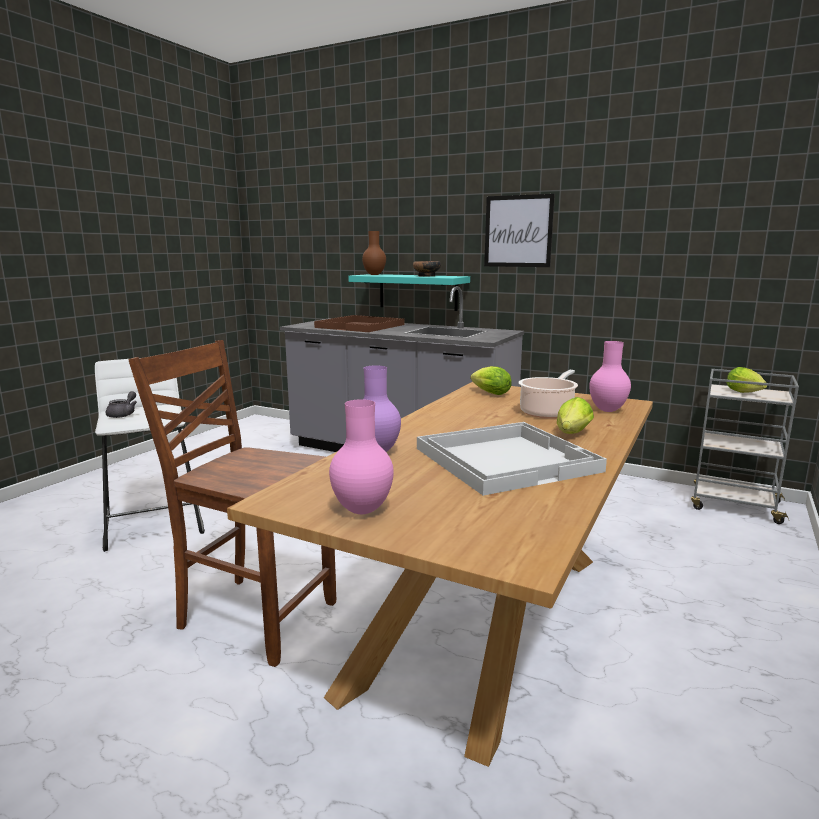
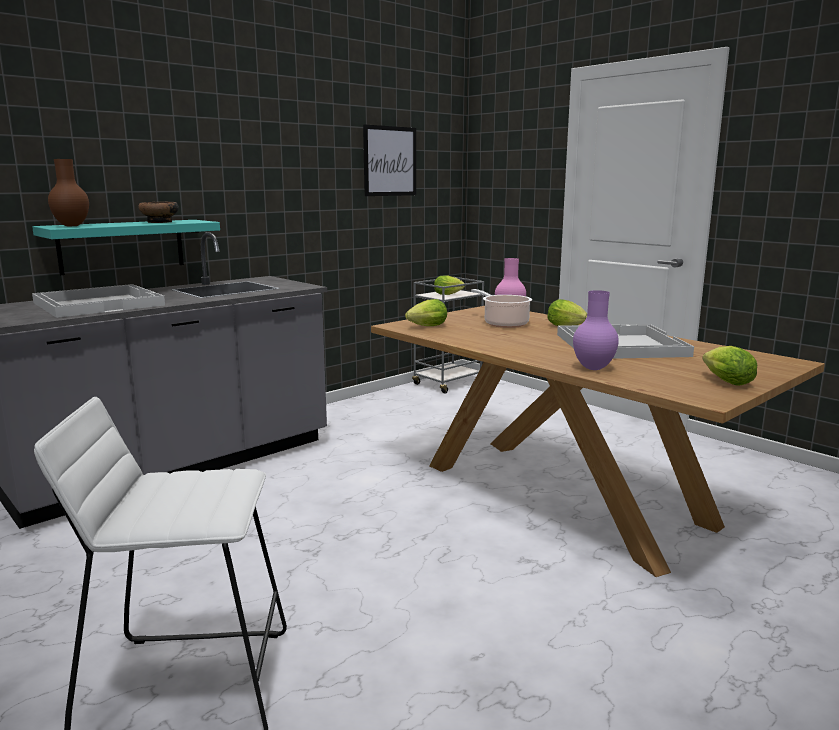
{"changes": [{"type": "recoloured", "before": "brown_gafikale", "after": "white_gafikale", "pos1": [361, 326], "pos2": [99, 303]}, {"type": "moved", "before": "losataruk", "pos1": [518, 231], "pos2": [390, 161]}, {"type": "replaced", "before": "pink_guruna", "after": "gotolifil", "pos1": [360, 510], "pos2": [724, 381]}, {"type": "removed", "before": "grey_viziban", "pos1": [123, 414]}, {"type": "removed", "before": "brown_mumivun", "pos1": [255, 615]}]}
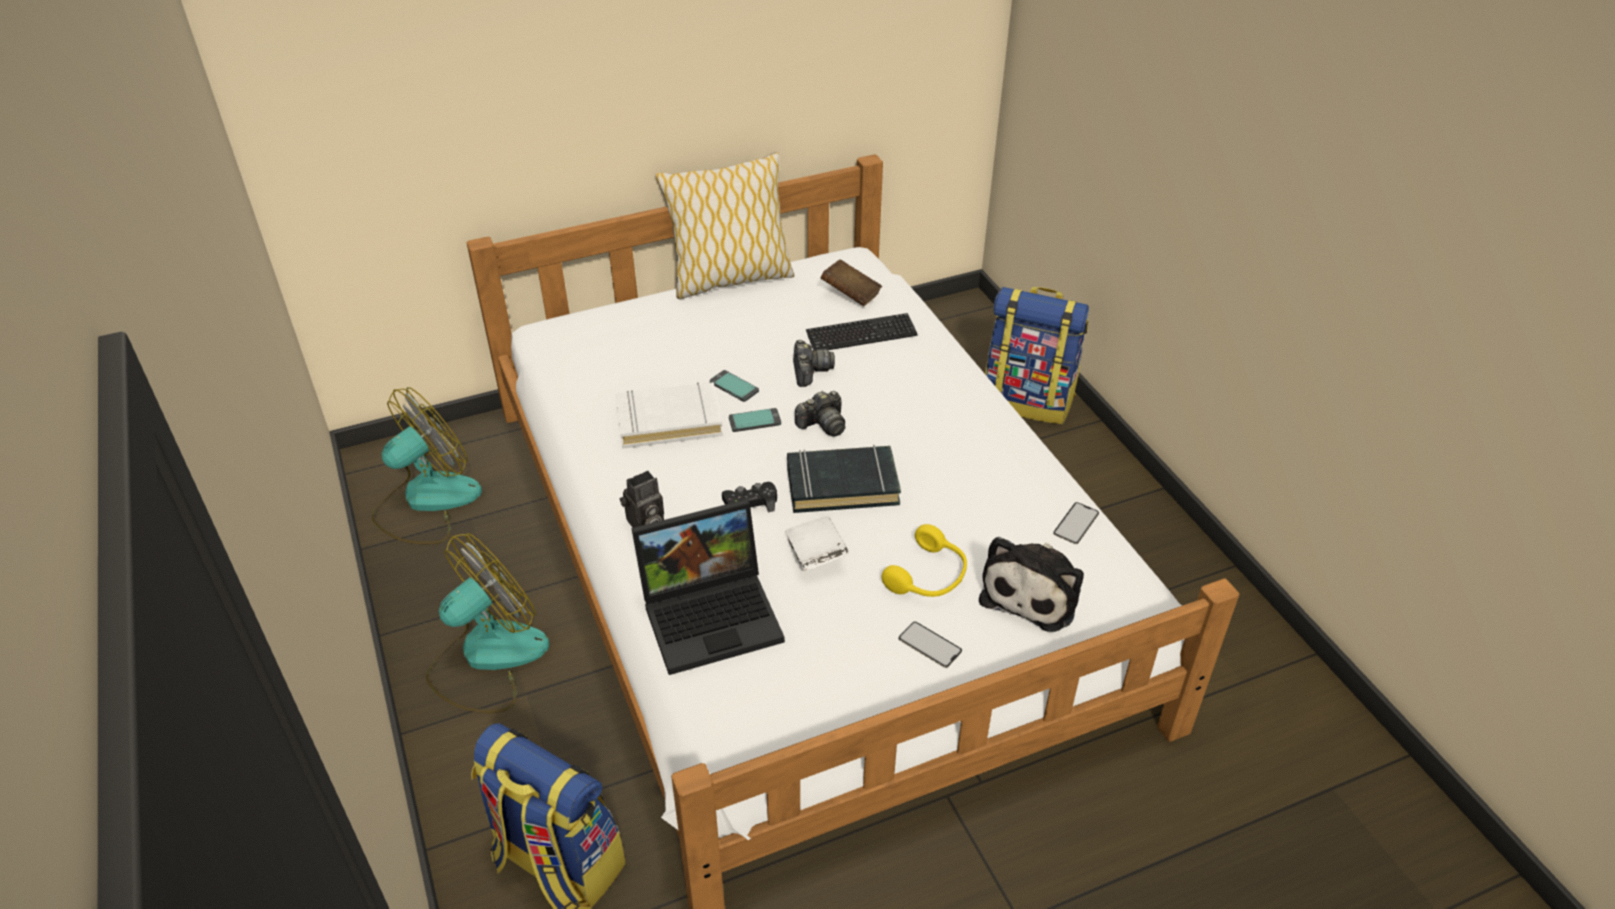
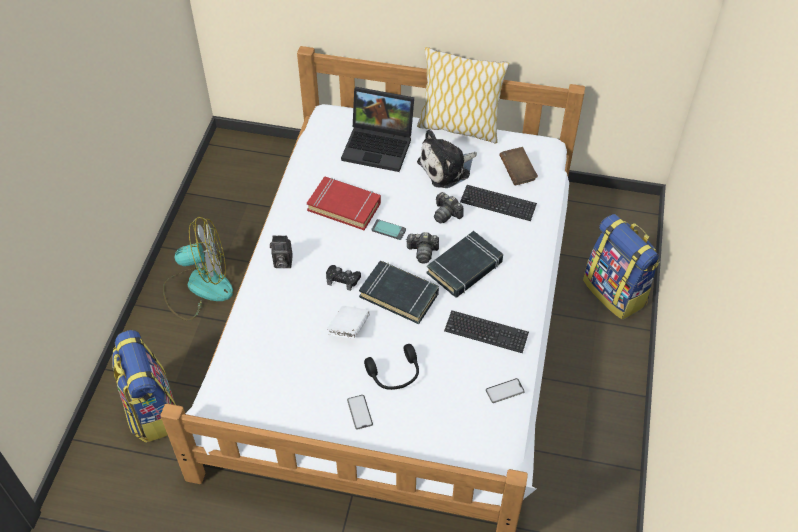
{"changes": [{"type": "recoloured", "before": "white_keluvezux", "after": "red_keluvezux", "pos1": [669, 421], "pos2": [344, 206]}, {"type": "moved", "before": "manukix", "pos1": [713, 613], "pos2": [380, 145]}, {"type": "recoloured", "before": "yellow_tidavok", "after": "black_tidavok", "pos1": [929, 576], "pos2": [395, 374]}, {"type": "moved", "before": "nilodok", "pos1": [1033, 591], "pos2": [447, 168]}, {"type": "added", "after": "black_keluvezux", "pos2": [465, 268]}, {"type": "turned", "before": "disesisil", "pos1": [810, 372], "pos2": [446, 214], "turn": 105}, {"type": "added", "after": "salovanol", "pos2": [486, 332]}, {"type": "removed", "before": "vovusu", "pos1": [426, 502]}, {"type": "removed", "before": "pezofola", "pos1": [734, 387]}]}
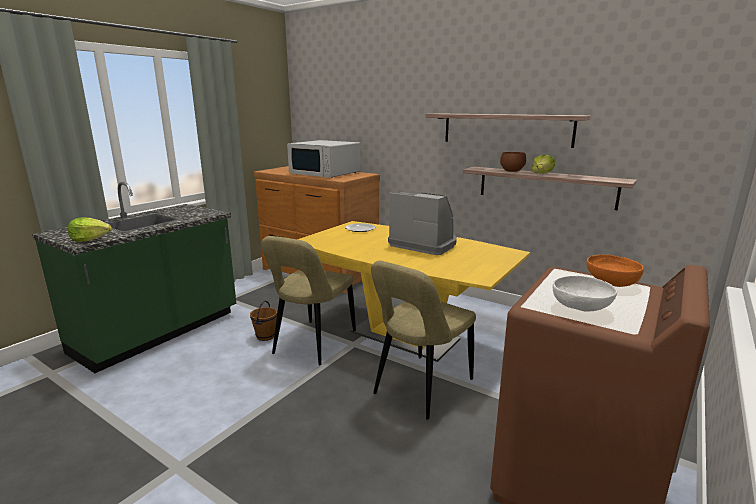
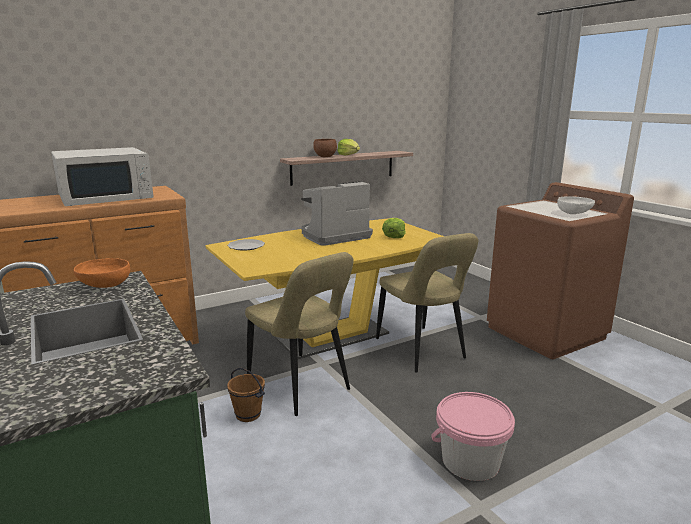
{"changes": [{"type": "moved", "before": "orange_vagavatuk", "pos1": [610, 283], "pos2": [104, 285]}, {"type": "moved", "before": "gotolifil", "pos1": [90, 239], "pos2": [394, 236]}, {"type": "added", "after": "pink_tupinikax", "pos2": [470, 461]}, {"type": "removed", "before": "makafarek", "pos1": [506, 129]}]}
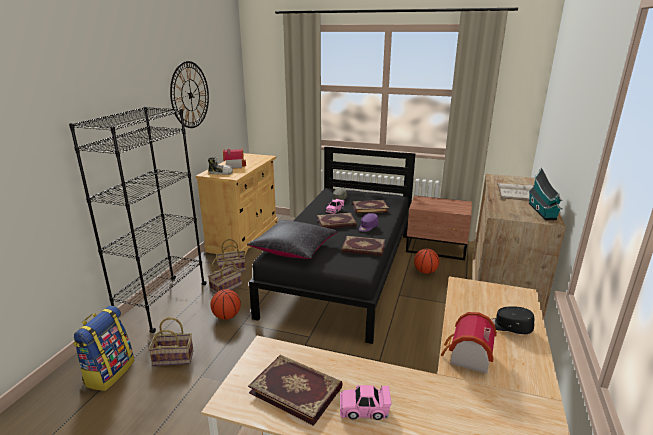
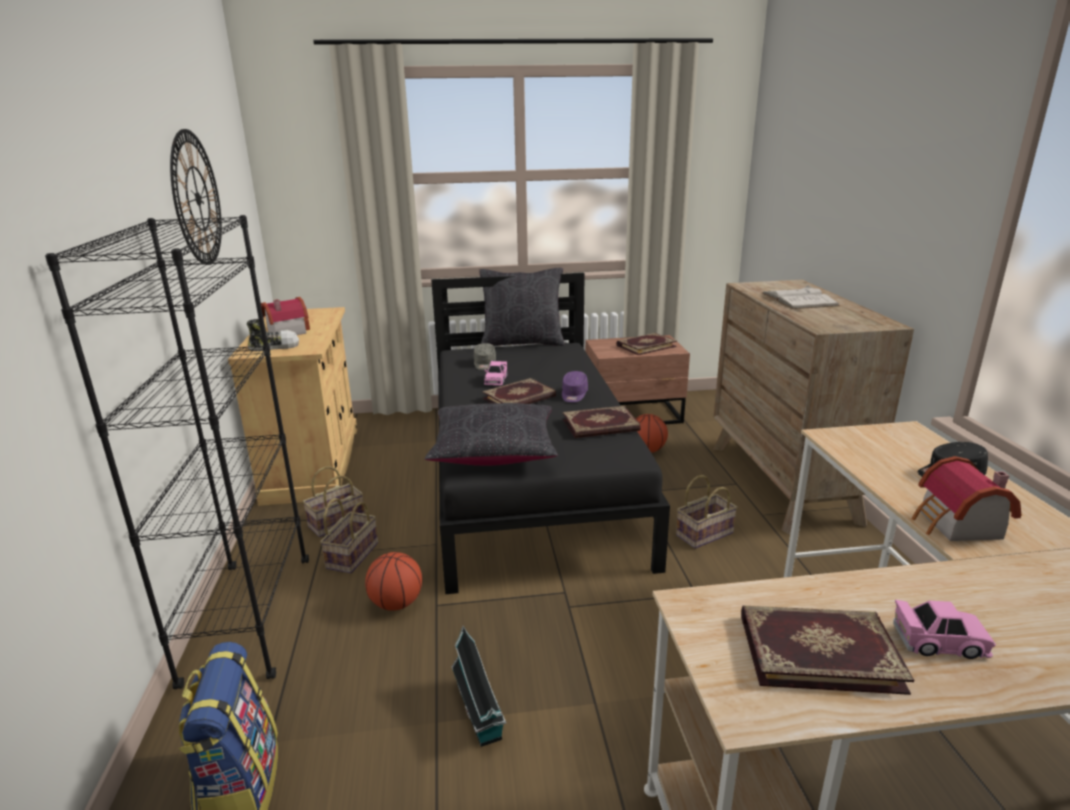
{"changes": [{"type": "moved", "before": "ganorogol", "pos1": [542, 212], "pos2": [479, 714]}, {"type": "added", "after": "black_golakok", "pos2": [522, 342]}, {"type": "moved", "before": "keluvezux", "pos1": [370, 208], "pos2": [645, 346]}, {"type": "moved", "before": "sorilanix", "pos1": [174, 357], "pos2": [704, 533]}, {"type": "turned", "before": "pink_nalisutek", "pos1": [364, 409], "pos2": [939, 642], "turn": -150}]}
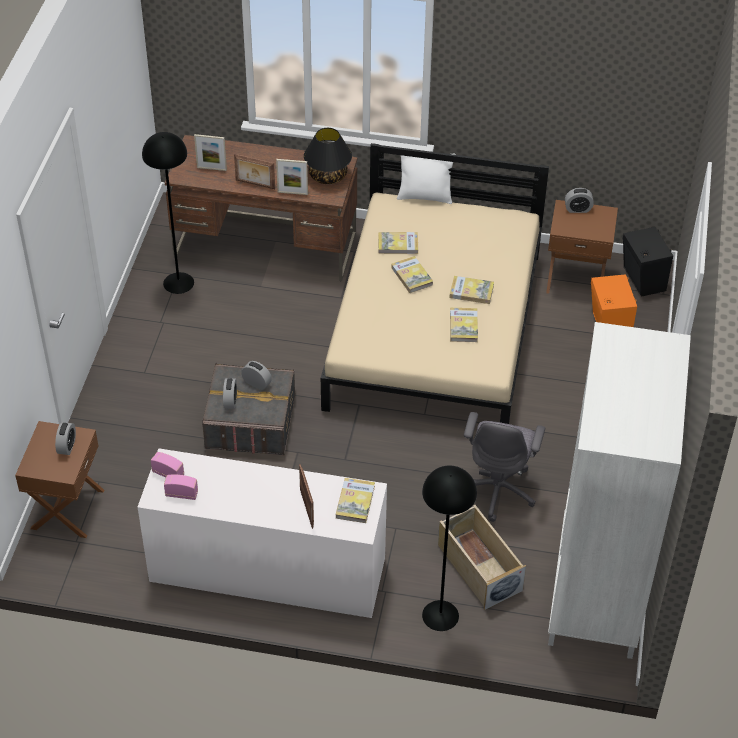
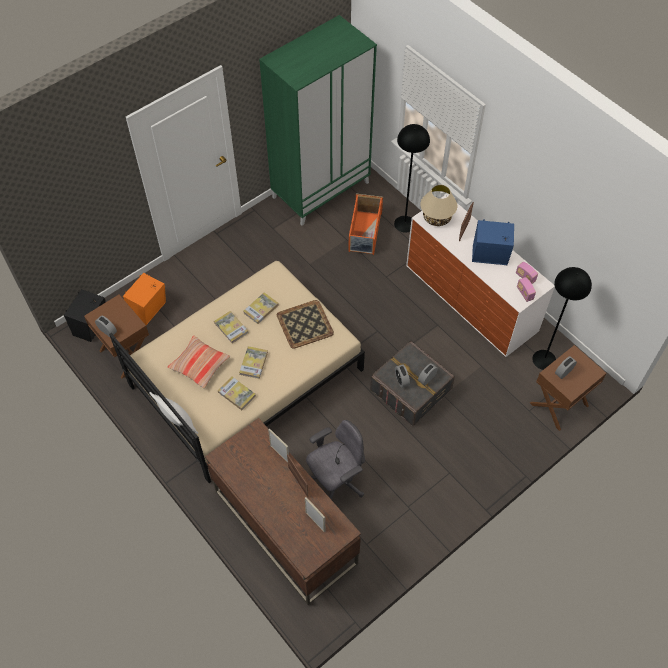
{"changes": [{"type": "added", "after": "golakok", "pos2": [199, 365]}, {"type": "recoloured", "before": "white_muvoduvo", "after": "green_muvoduvo", "pos1": [597, 590], "pos2": [321, 189]}, {"type": "added", "after": "gafikale", "pos2": [304, 325]}, {"type": "moved", "before": "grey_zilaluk", "pos1": [498, 489], "pos2": [336, 481]}, {"type": "recoloured", "before": "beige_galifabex", "after": "orange_galifabex", "pos1": [478, 568], "pos2": [365, 232]}, {"type": "replaced", "before": "keluvezux", "after": "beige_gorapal", "pos1": [355, 502], "pos2": [436, 218]}, {"type": "added", "after": "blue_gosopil", "pos2": [490, 256]}, {"type": "moved", "before": "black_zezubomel", "pos1": [178, 282], "pos2": [544, 360]}, {"type": "removed", "before": "black_gorapal", "pos1": [328, 176]}]}
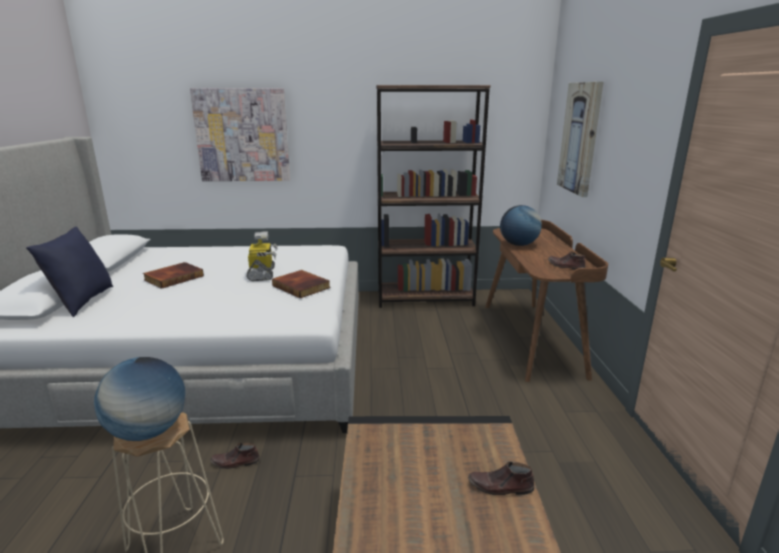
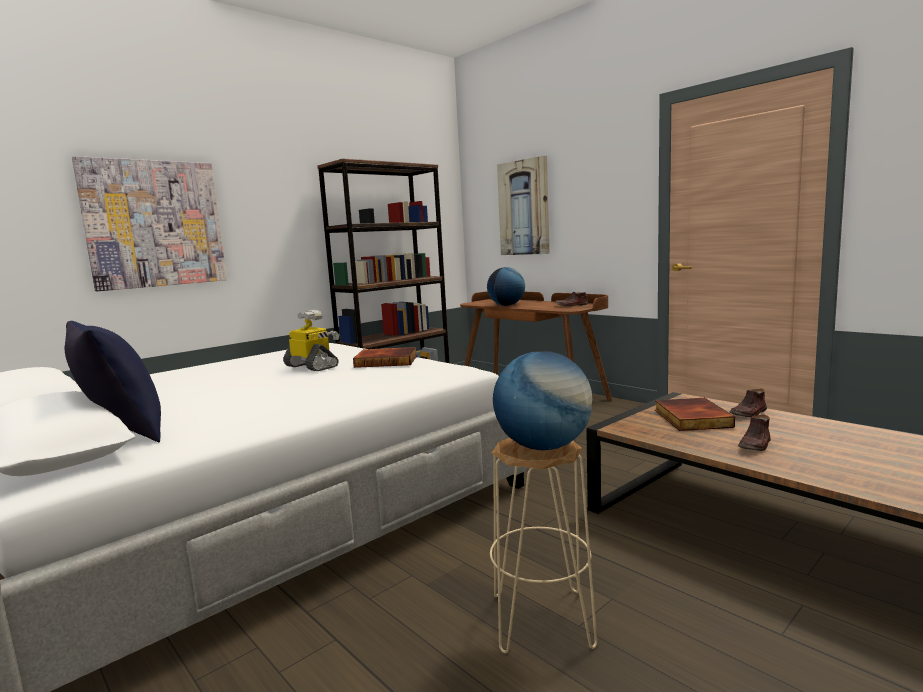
{"changes": [{"type": "moved", "before": "keluvezux", "pos1": [174, 277], "pos2": [690, 418]}, {"type": "moved", "before": "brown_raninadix", "pos1": [235, 462], "pos2": [755, 445]}]}
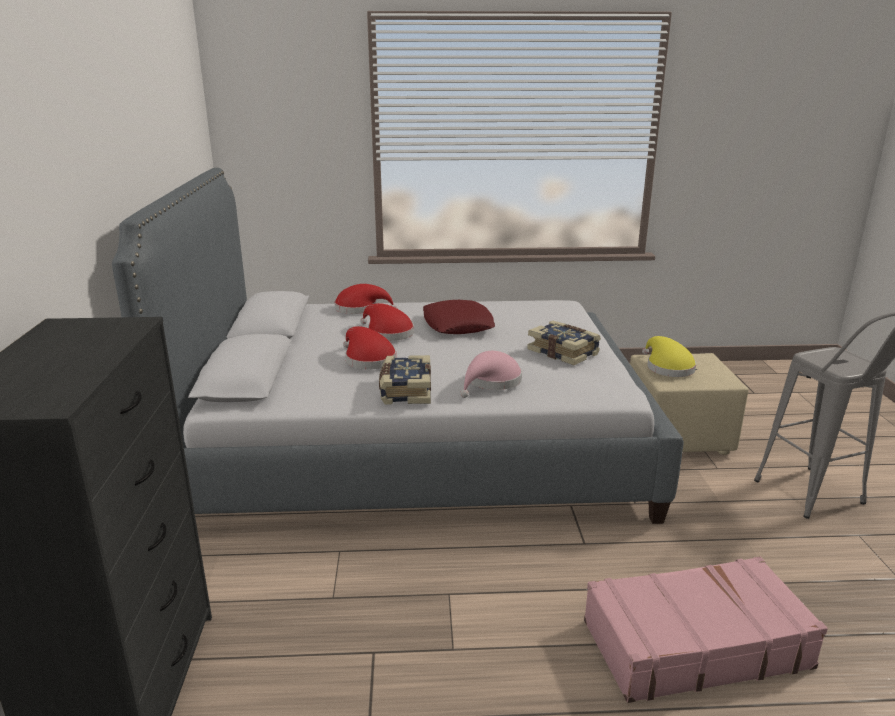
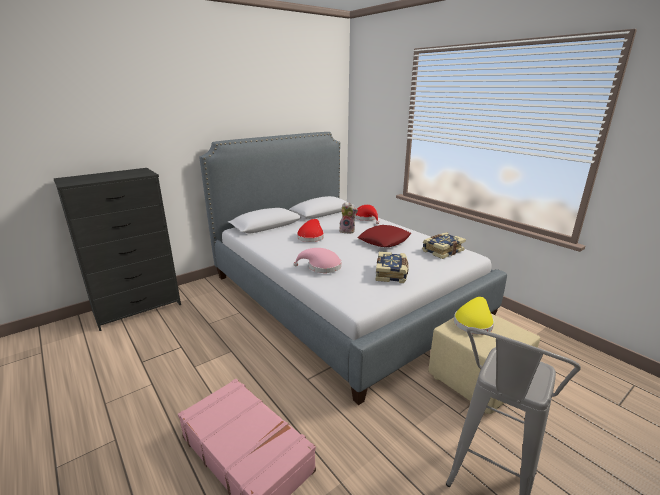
{"changes": [{"type": "replaced", "before": "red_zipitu", "after": "nilodok", "pos1": [387, 333], "pos2": [347, 231]}, {"type": "moved", "before": "keluvezux", "pos1": [405, 391], "pos2": [442, 251]}]}
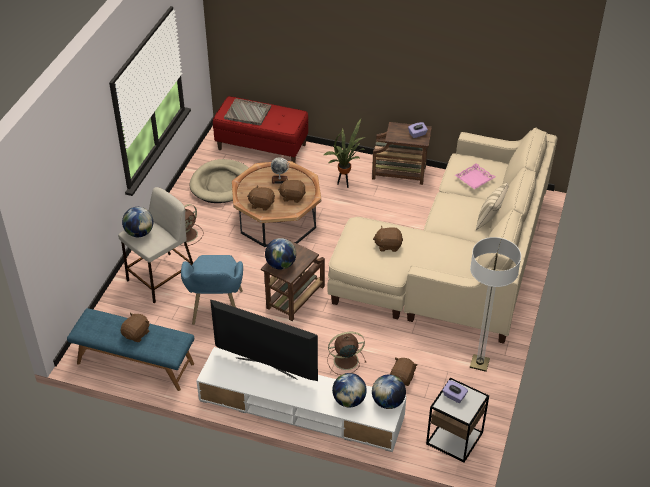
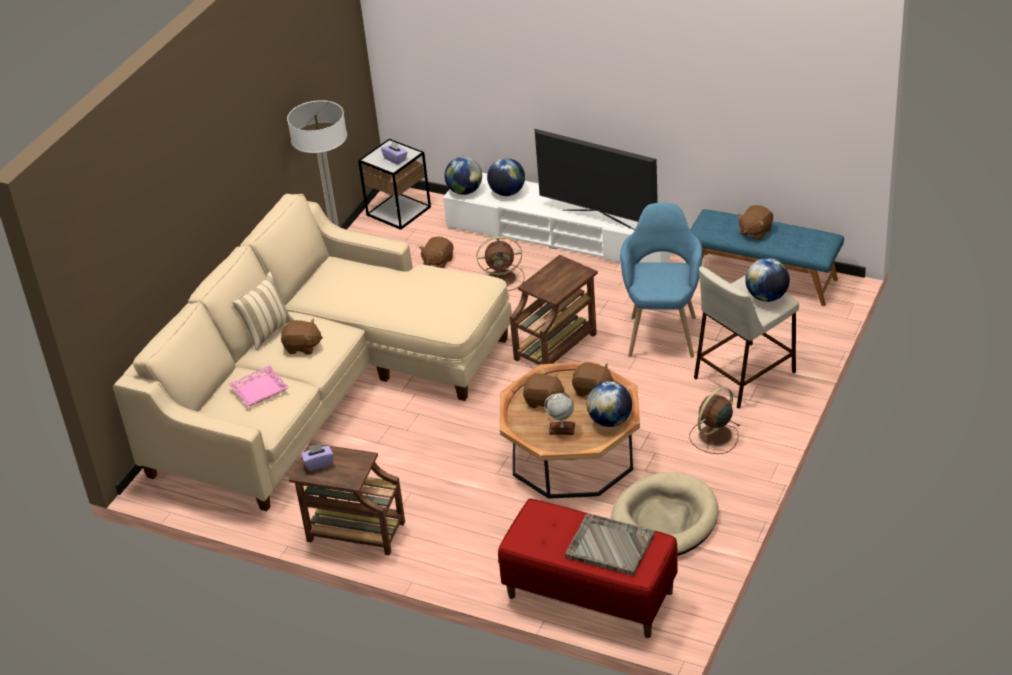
{"changes": [{"type": "moved", "before": "brown_nilodok", "pos1": [388, 245], "pos2": [302, 347]}, {"type": "moved", "before": "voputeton", "pos1": [281, 264], "pos2": [610, 421]}, {"type": "removed", "before": "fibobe", "pos1": [344, 183]}]}
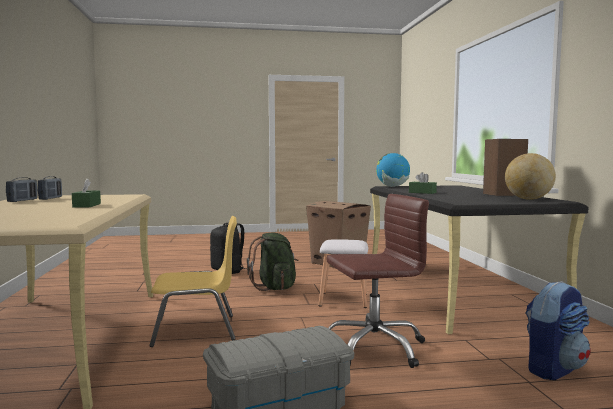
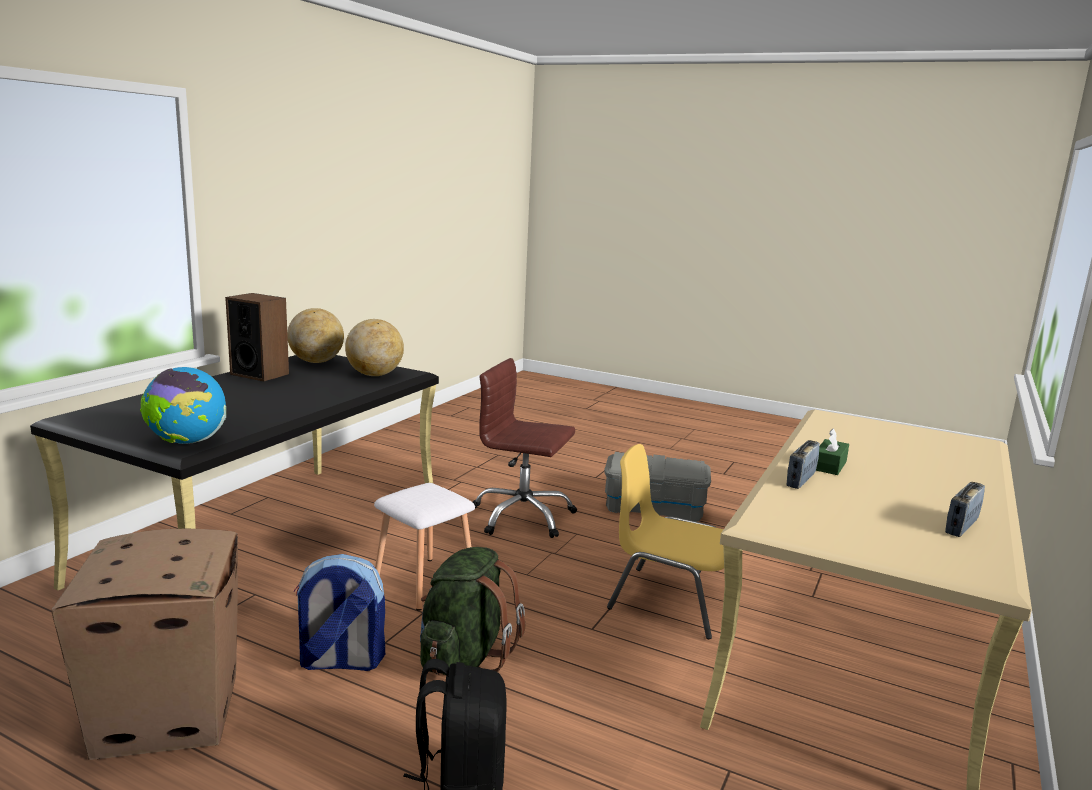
{"changes": [{"type": "moved", "before": "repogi", "pos1": [553, 369], "pos2": [340, 661]}, {"type": "added", "after": "voputeton", "pos2": [375, 375]}, {"type": "moved", "before": "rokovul", "pos1": [50, 198], "pos2": [800, 480]}, {"type": "removed", "before": "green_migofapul", "pos1": [422, 192]}]}
